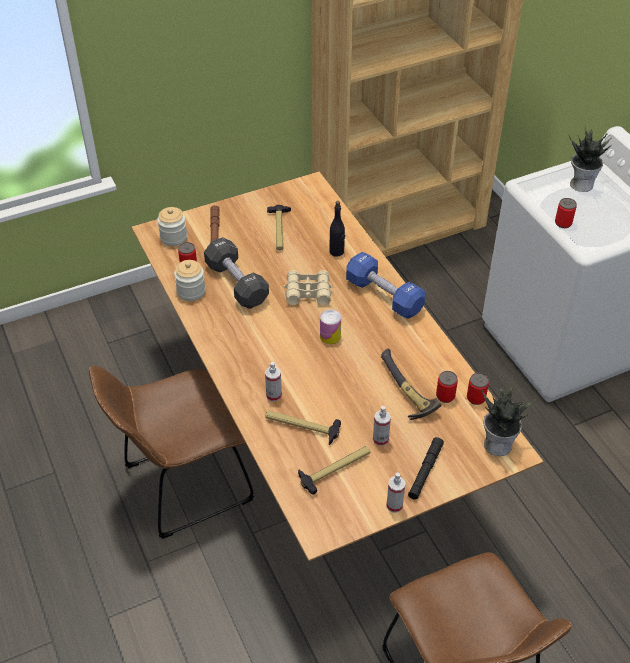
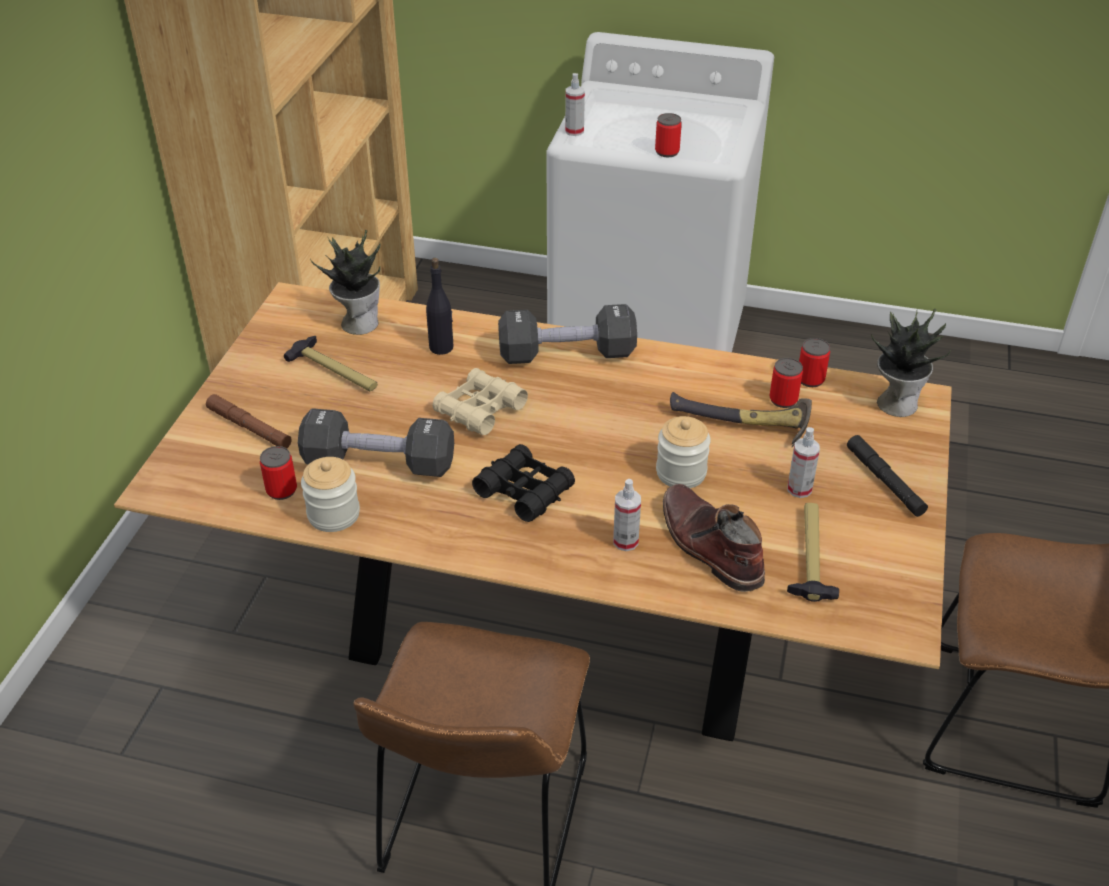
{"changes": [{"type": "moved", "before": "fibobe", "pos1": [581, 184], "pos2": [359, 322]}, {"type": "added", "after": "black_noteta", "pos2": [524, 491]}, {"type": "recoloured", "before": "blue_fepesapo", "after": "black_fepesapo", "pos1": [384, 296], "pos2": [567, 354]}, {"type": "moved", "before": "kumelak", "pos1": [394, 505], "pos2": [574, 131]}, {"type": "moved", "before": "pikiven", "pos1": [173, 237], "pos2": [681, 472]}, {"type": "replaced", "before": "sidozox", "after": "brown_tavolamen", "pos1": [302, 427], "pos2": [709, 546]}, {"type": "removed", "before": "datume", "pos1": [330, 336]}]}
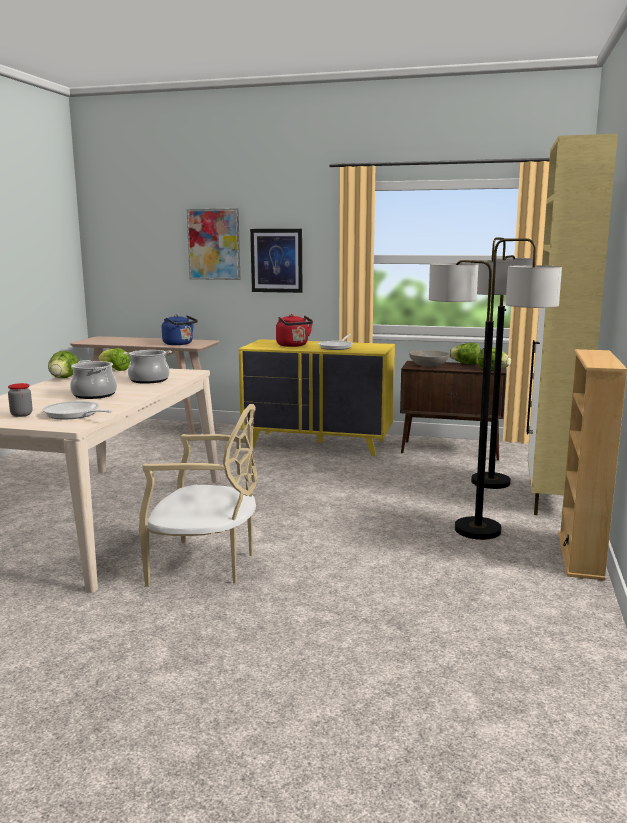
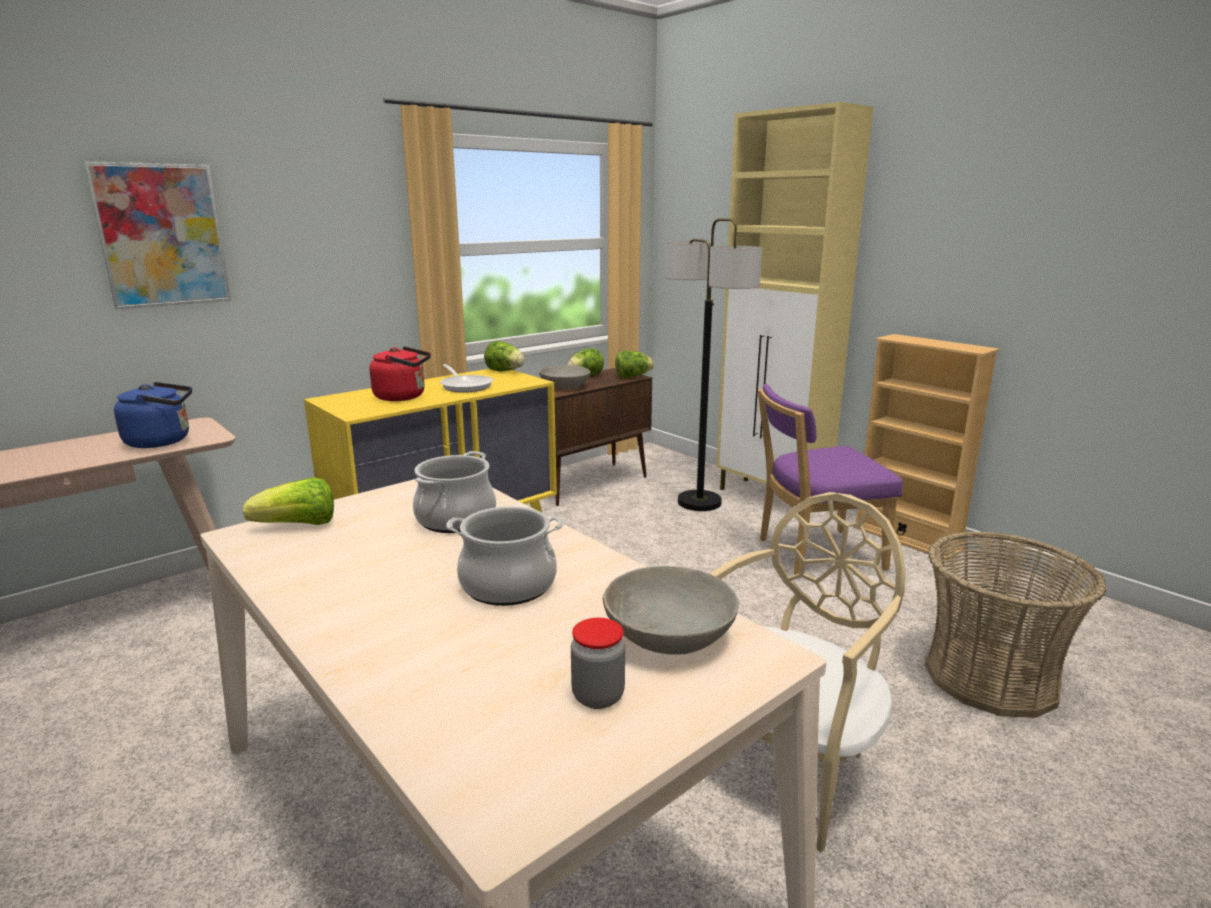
{"changes": [{"type": "moved", "before": "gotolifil", "pos1": [63, 378], "pos2": [505, 371]}, {"type": "replaced", "before": "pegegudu", "after": "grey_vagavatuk", "pos1": [74, 415], "pos2": [669, 635]}, {"type": "replaced", "before": "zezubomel", "after": "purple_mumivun", "pos1": [477, 530], "pos2": [814, 554]}, {"type": "added", "after": "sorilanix", "pos2": [991, 677]}, {"type": "removed", "before": "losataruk", "pos1": [276, 260]}]}
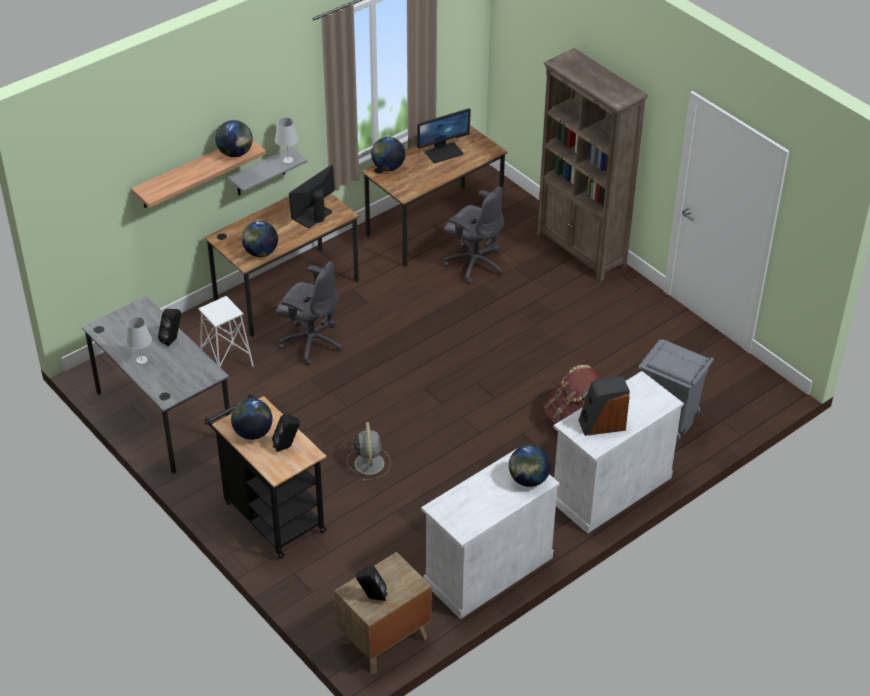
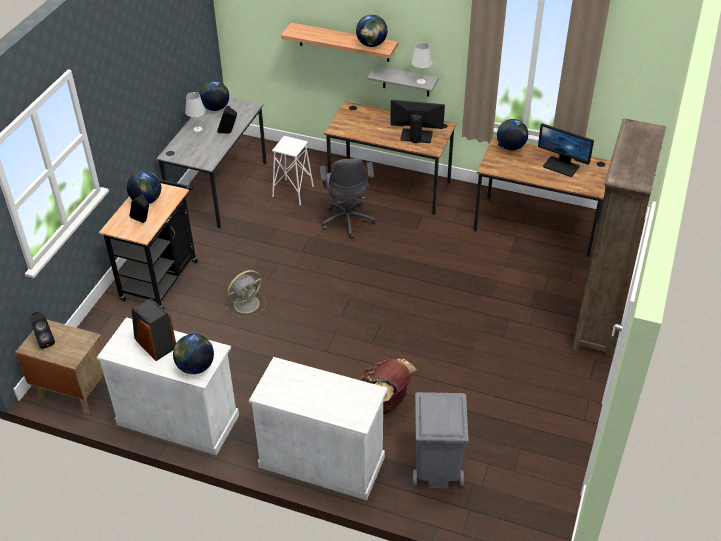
{"changes": [{"type": "moved", "before": "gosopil", "pos1": [602, 424], "pos2": [154, 344]}, {"type": "moved", "before": "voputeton", "pos1": [260, 252], "pos2": [215, 108]}, {"type": "removed", "before": "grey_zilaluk", "pos1": [474, 263]}]}
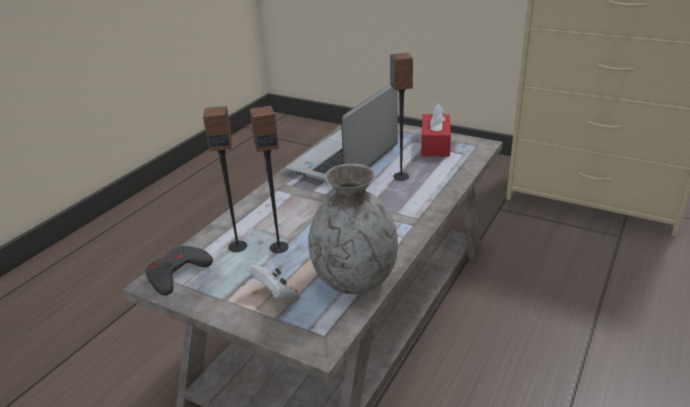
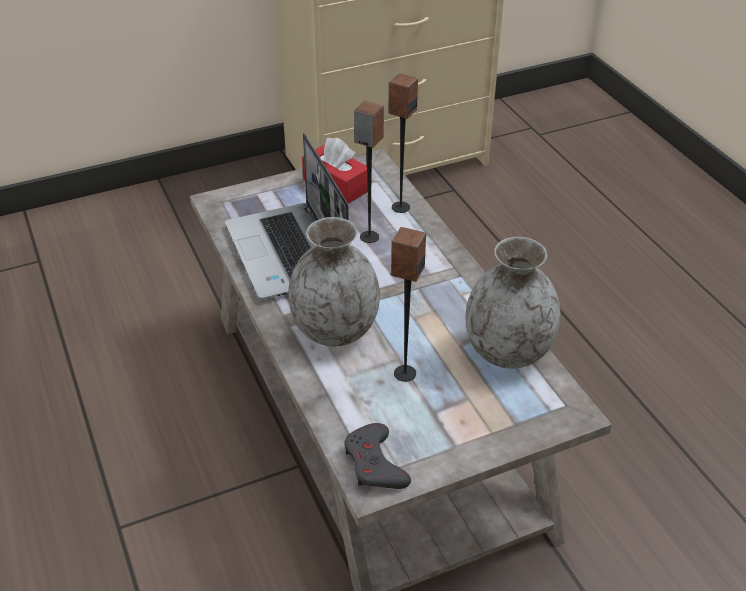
{"changes": [{"type": "added", "after": "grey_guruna", "pos2": [335, 331]}, {"type": "moved", "before": "gosopil", "pos1": [237, 246], "pos2": [400, 207]}, {"type": "removed", "before": "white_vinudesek", "pos1": [277, 297]}]}
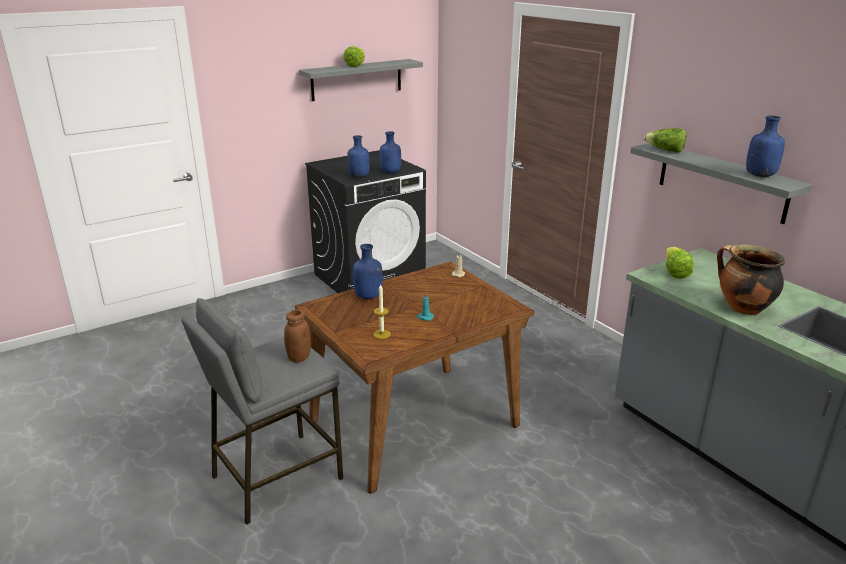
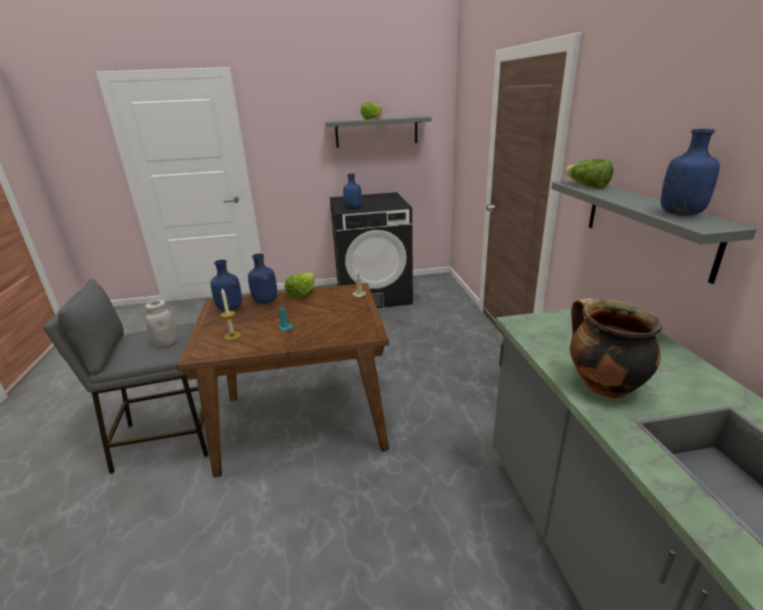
{"changes": [{"type": "recoloured", "before": "brown_pikiven", "after": "white_pikiven", "pos1": [299, 357], "pos2": [166, 343]}, {"type": "moved", "before": "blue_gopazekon", "pos1": [391, 172], "pos2": [230, 309]}, {"type": "moved", "before": "gotolifil", "pos1": [674, 273], "pos2": [302, 294]}]}
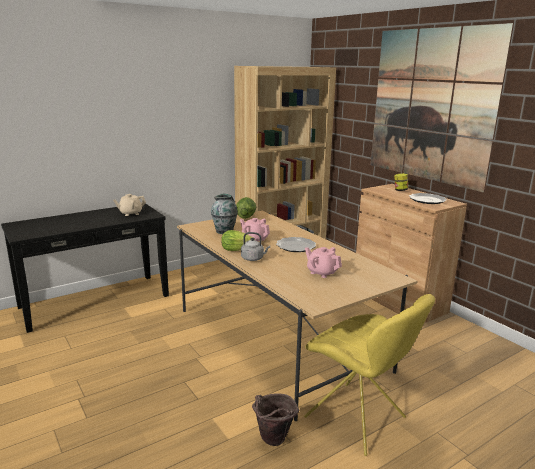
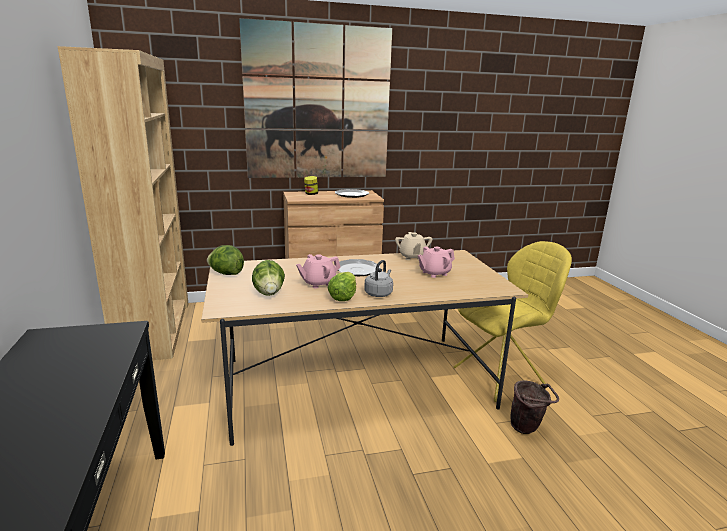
{"changes": [{"type": "replaced", "before": "guruna", "after": "gotolifil", "pos1": [224, 231], "pos2": [269, 293]}, {"type": "moved", "before": "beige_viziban", "pos1": [130, 213], "pos2": [412, 257]}]}
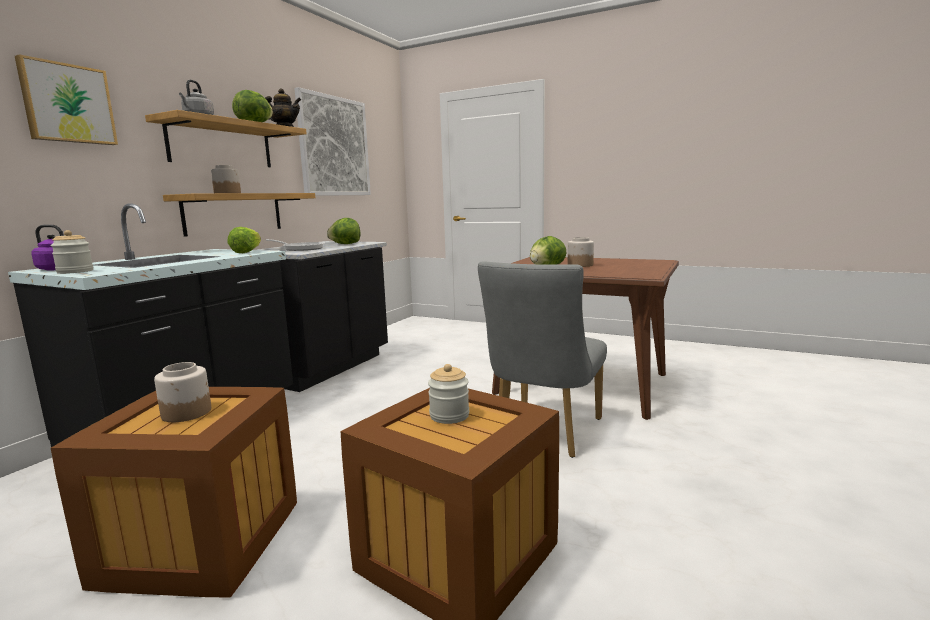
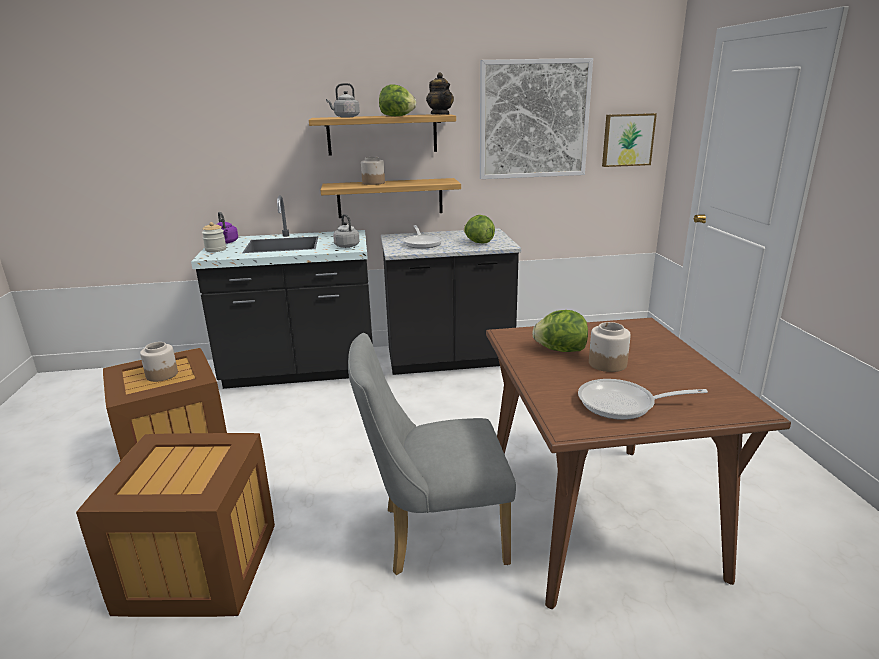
{"changes": [{"type": "replaced", "before": "gotolifil", "after": "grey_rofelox", "pos1": [247, 252], "pos2": [346, 246]}, {"type": "added", "after": "pegegudu", "pos2": [623, 404]}, {"type": "moved", "before": "losataruk", "pos1": [67, 104], "pos2": [627, 140]}, {"type": "removed", "before": "pikiven", "pos1": [449, 416]}]}
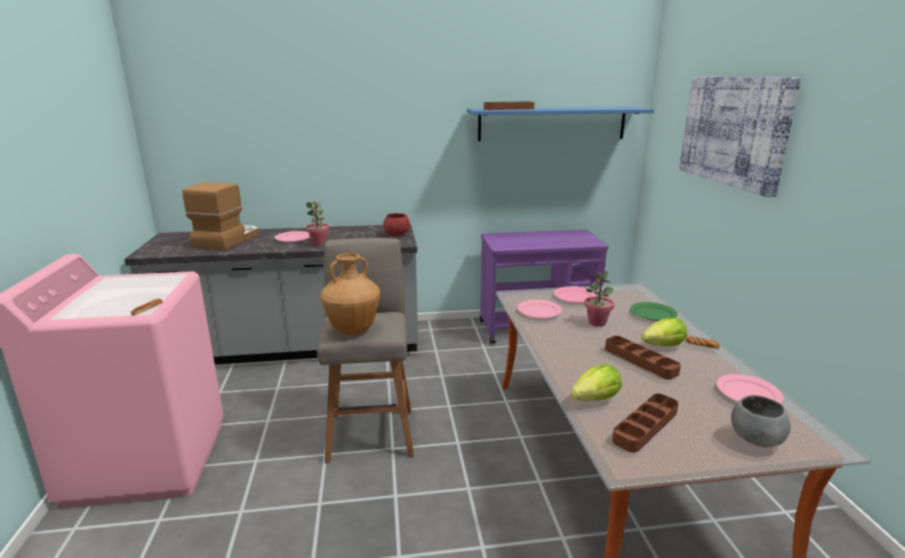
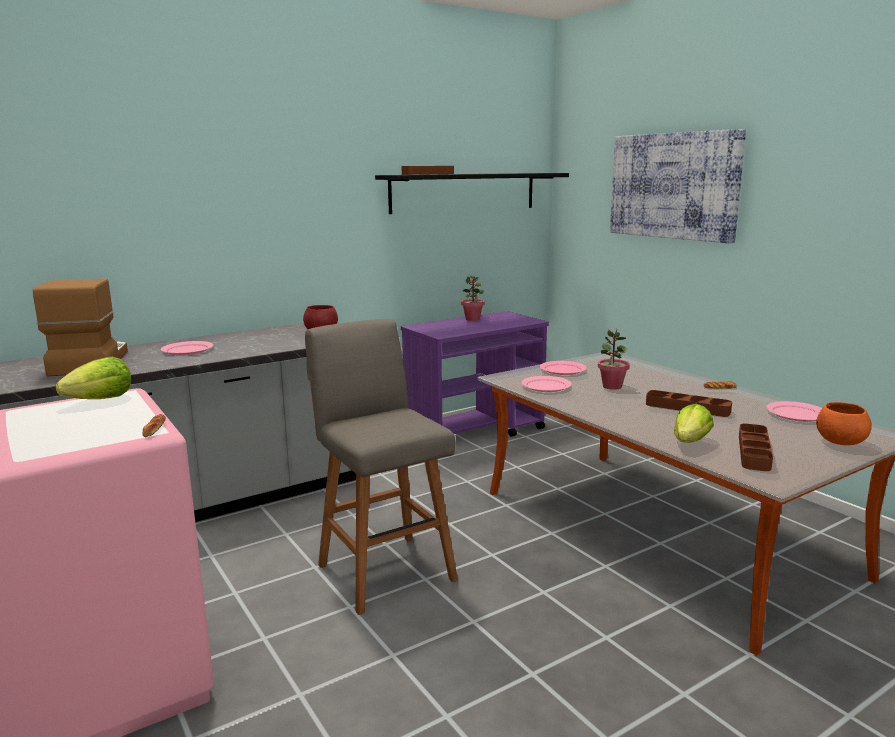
{"changes": [{"type": "moved", "before": "gotolifil", "pos1": [663, 346], "pos2": [101, 400]}, {"type": "recoloured", "before": "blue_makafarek", "after": "black_makafarek", "pos1": [552, 124], "pos2": [464, 192]}, {"type": "moved", "before": "fibobe", "pos1": [319, 243], "pos2": [473, 319]}, {"type": "recoloured", "before": "grey_vagavatuk", "after": "orange_vagavatuk", "pos1": [755, 439], "pos2": [840, 442]}, {"type": "removed", "before": "brown_guruna", "pos1": [353, 330]}, {"type": "removed", "before": "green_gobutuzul", "pos1": [652, 313]}]}
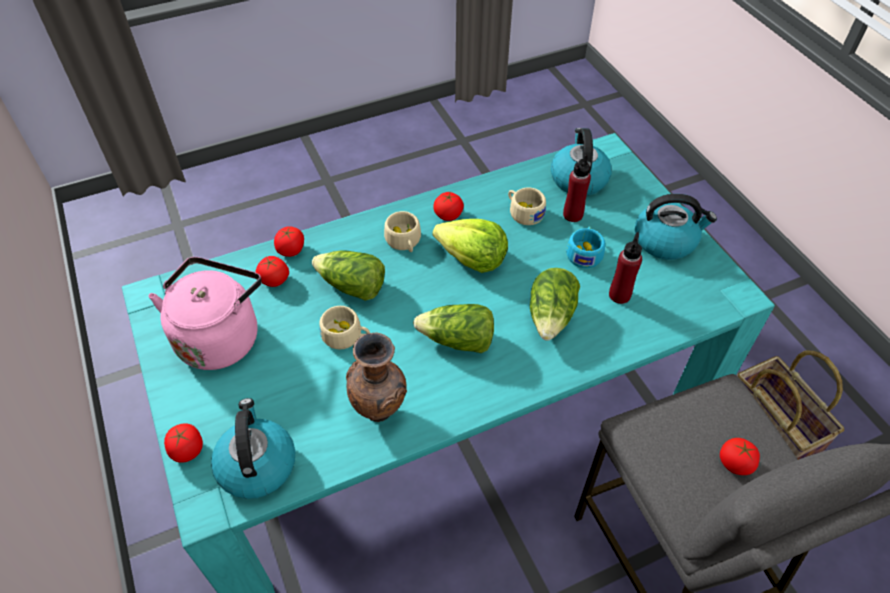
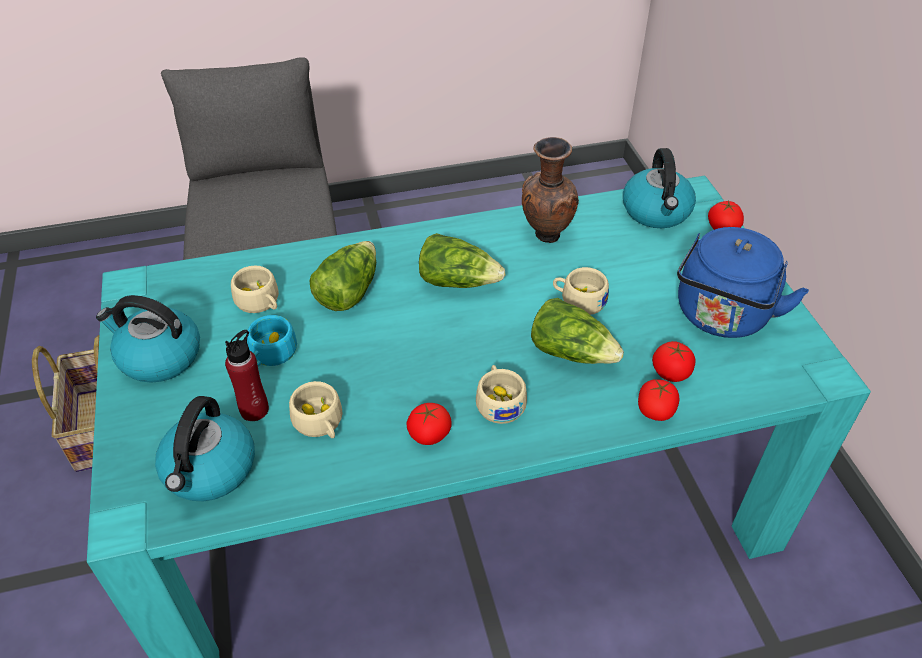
{"changes": [{"type": "replaced", "before": "red_gopazekon", "after": "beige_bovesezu", "pos1": [619, 295], "pos2": [260, 302]}, {"type": "recoloured", "before": "pink_rofelox", "after": "blue_rofelox", "pos1": [220, 336], "pos2": [721, 317]}, {"type": "removed", "before": "gotolifil", "pos1": [472, 259]}, {"type": "removed", "before": "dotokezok", "pos1": [735, 463]}]}
